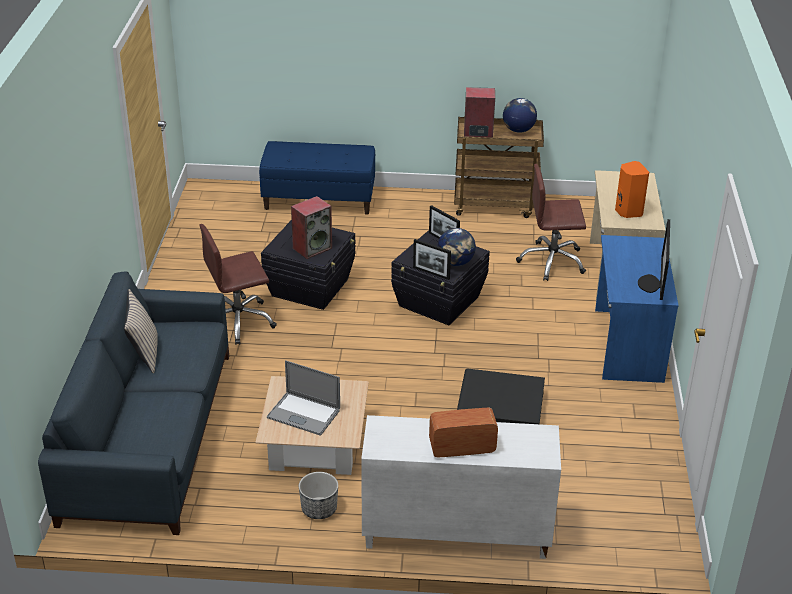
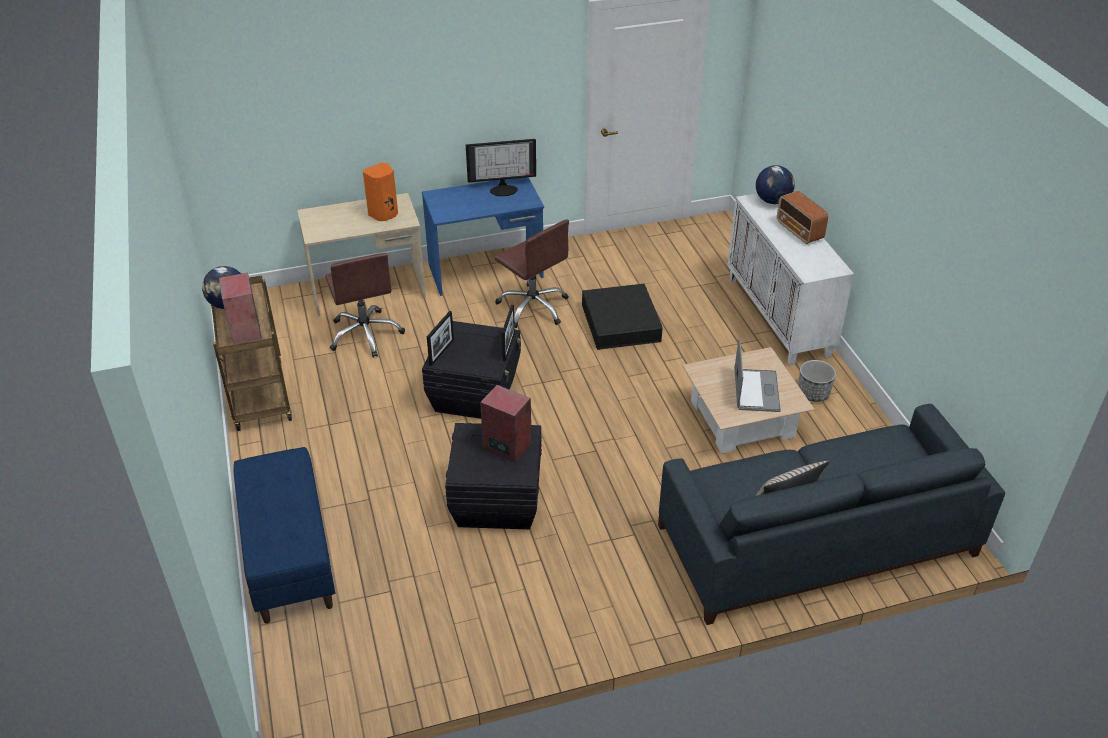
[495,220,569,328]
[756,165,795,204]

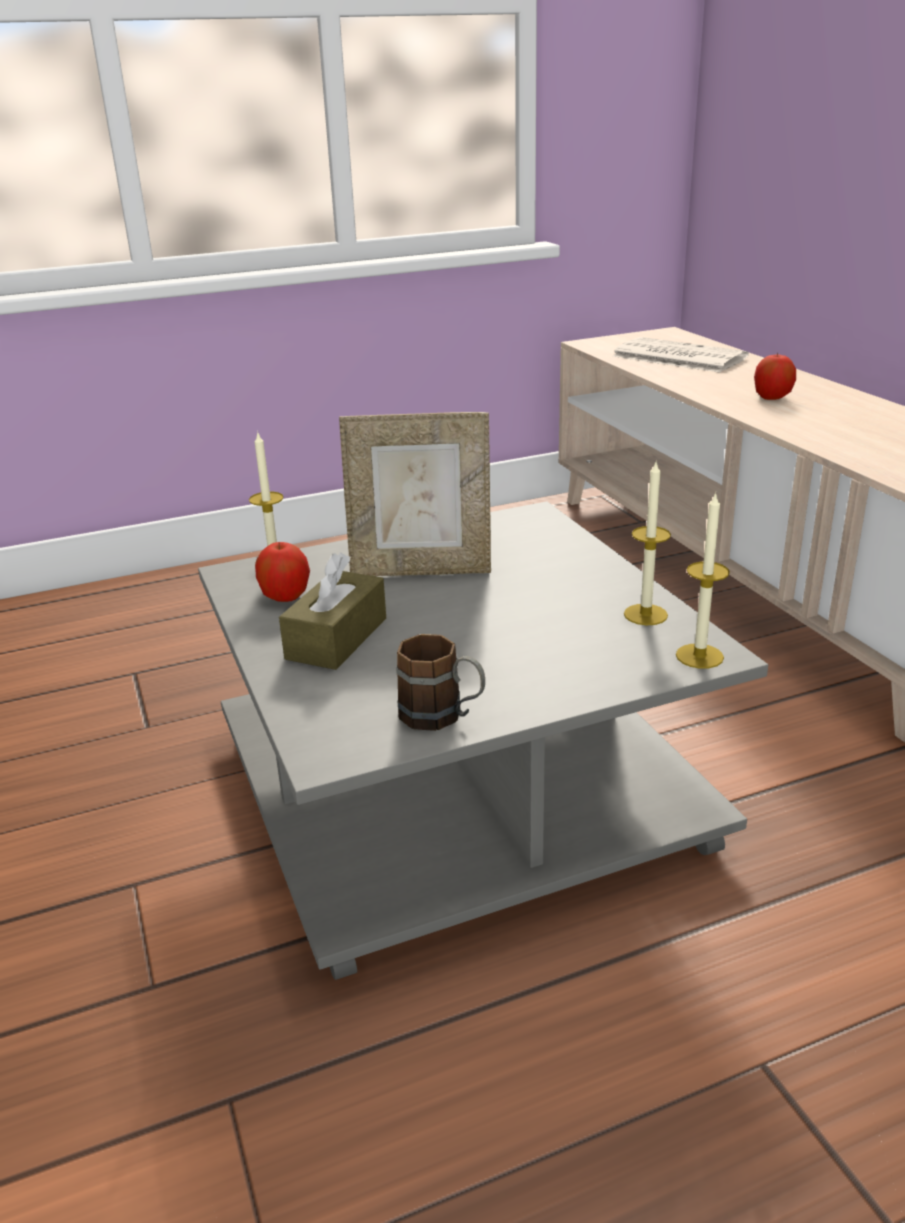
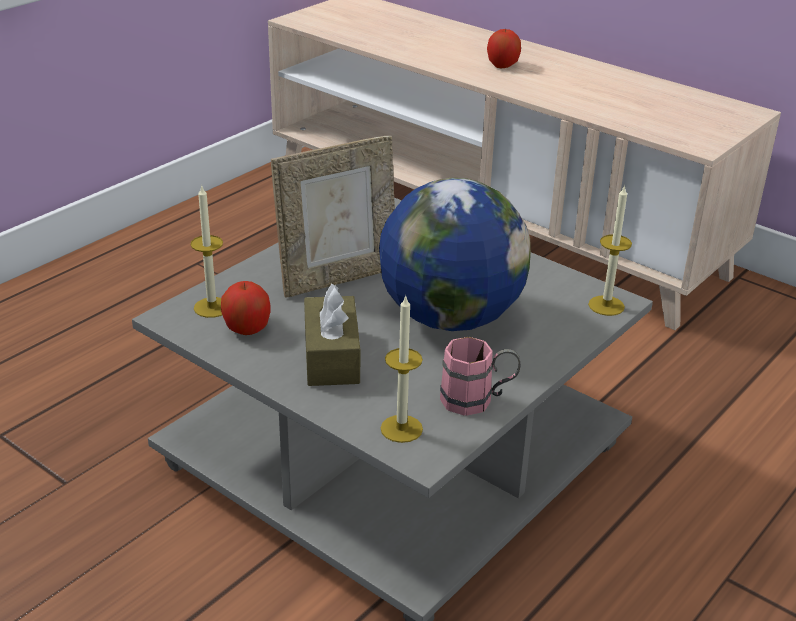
[612,337,749,372] (first image)
[379,178,531,331]
[381,295,423,443]
[440,337,520,416]

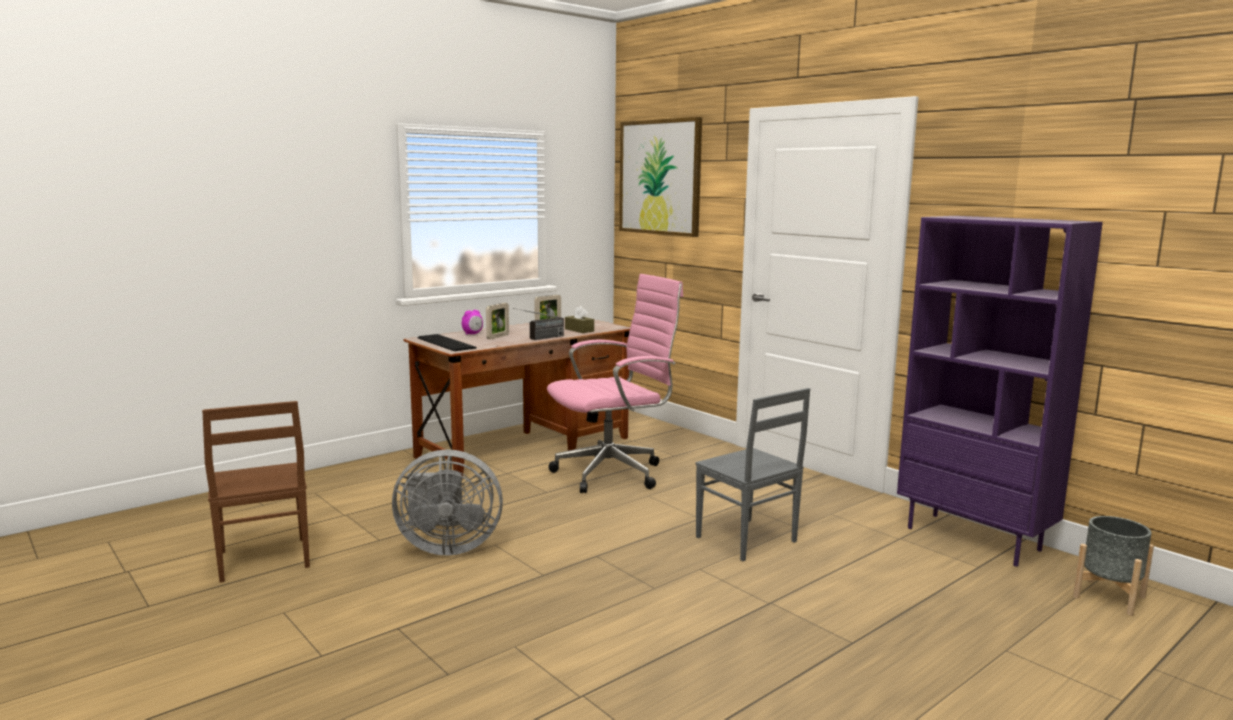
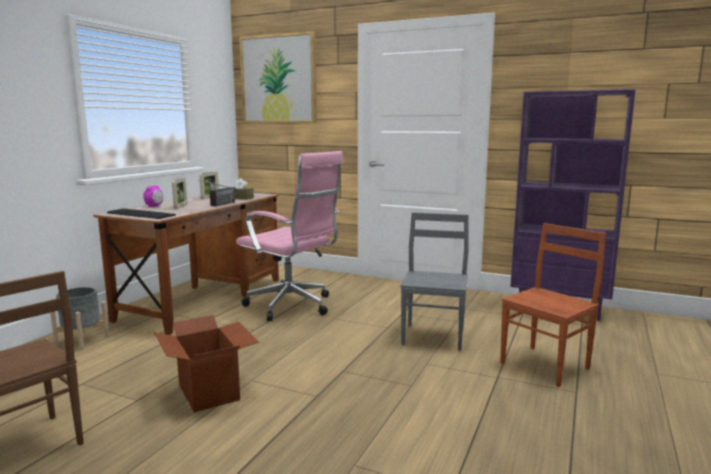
[500,223,606,387]
[50,287,109,350]
[154,315,259,412]
[236,151,344,321]
[401,212,469,351]

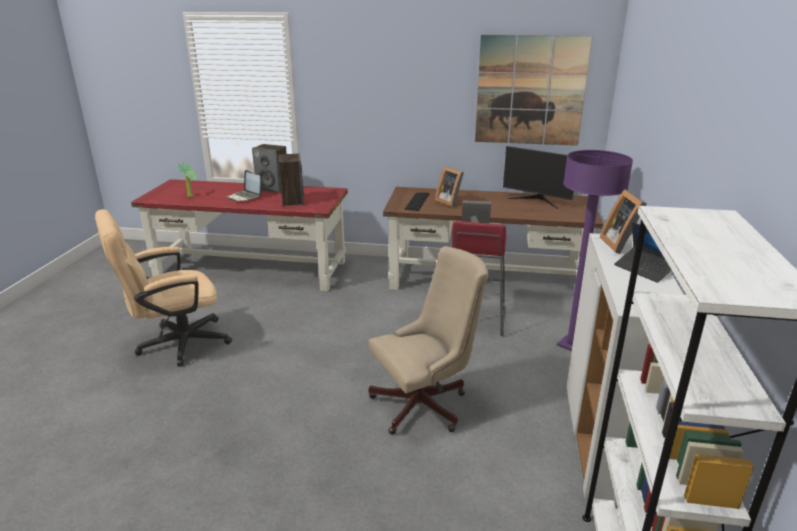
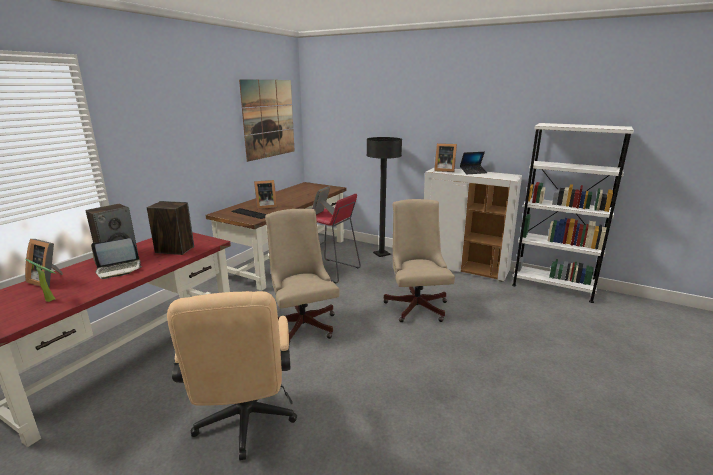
[503,146,574,209] (first image)
[25,239,63,287]
[265,209,340,344]
[366,137,402,257]

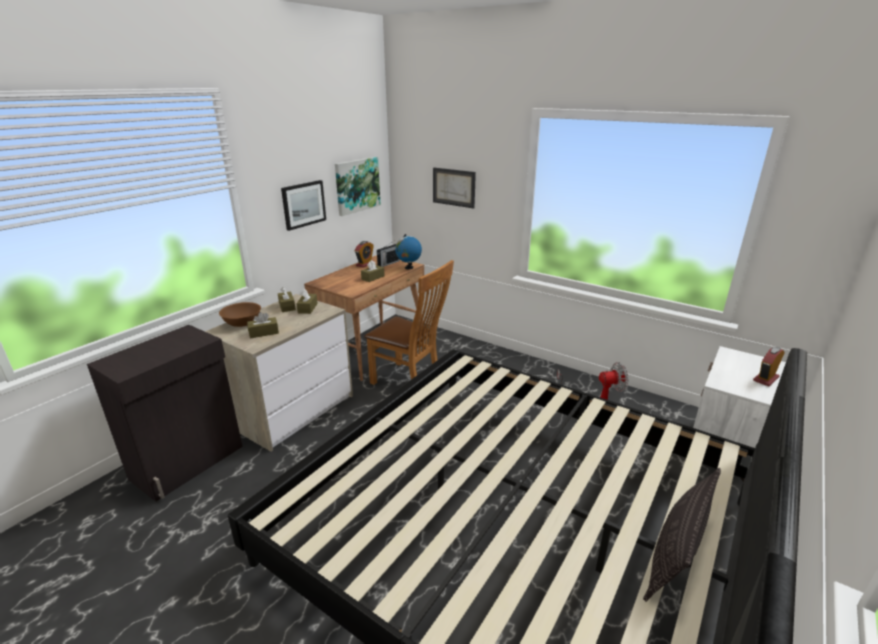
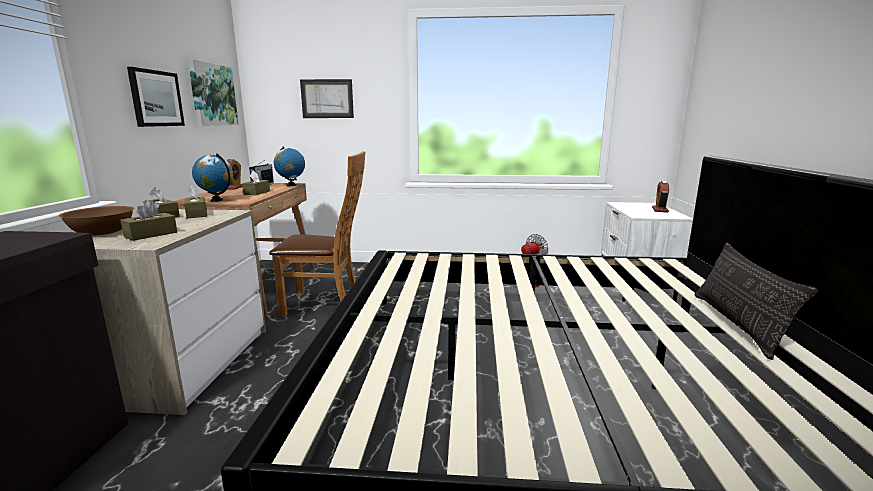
[192,153,233,202]

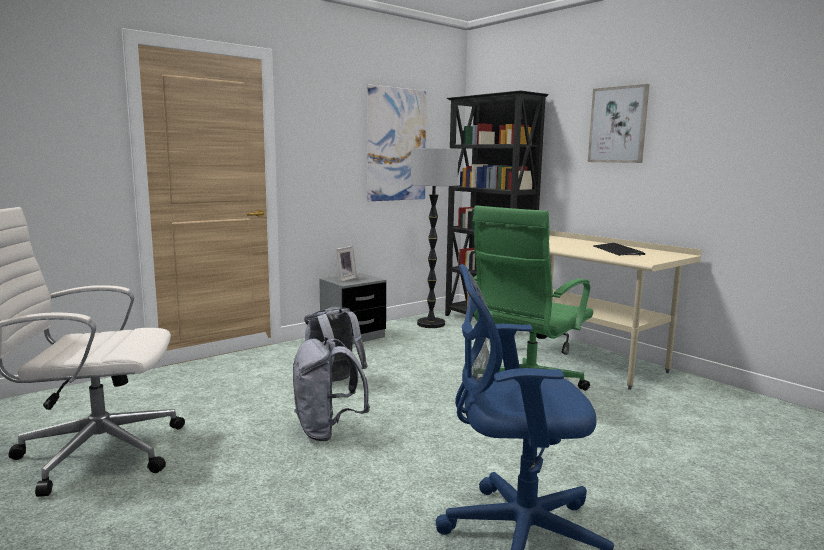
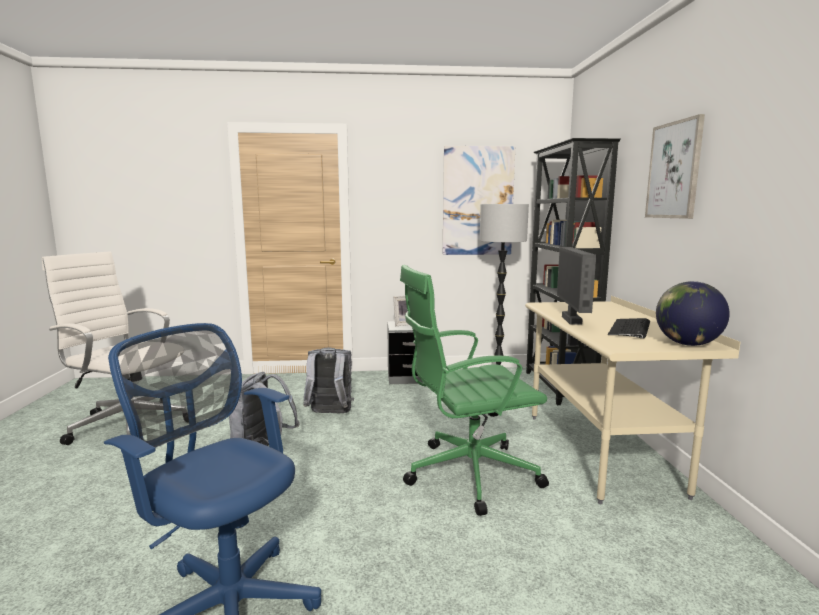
[557,247,596,325]
[656,281,730,346]

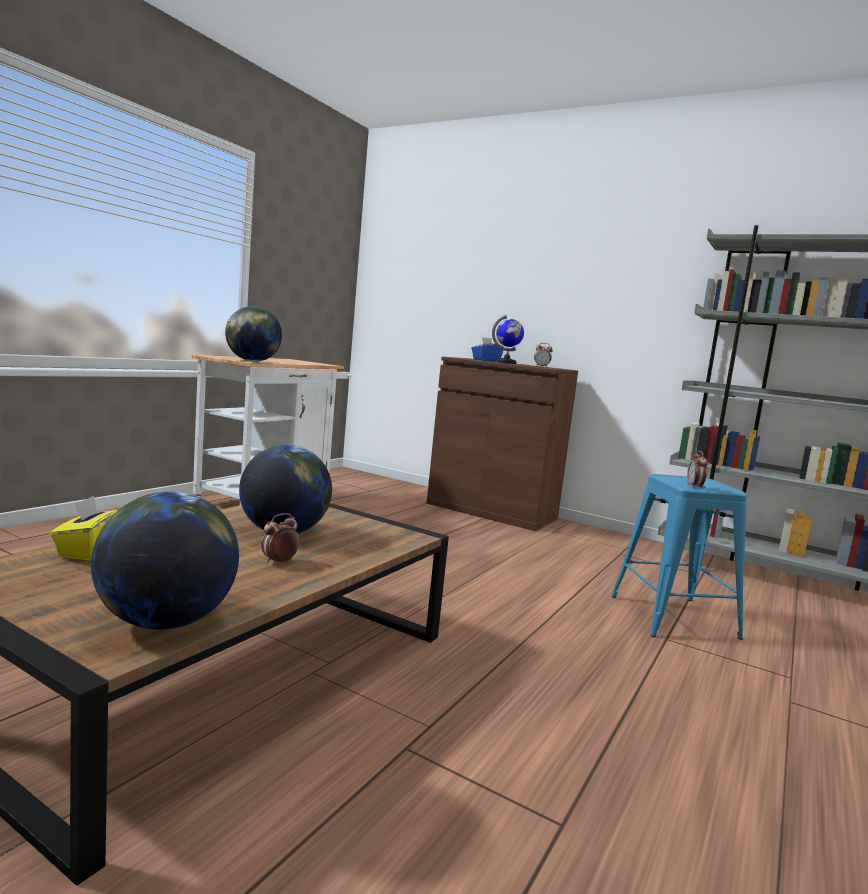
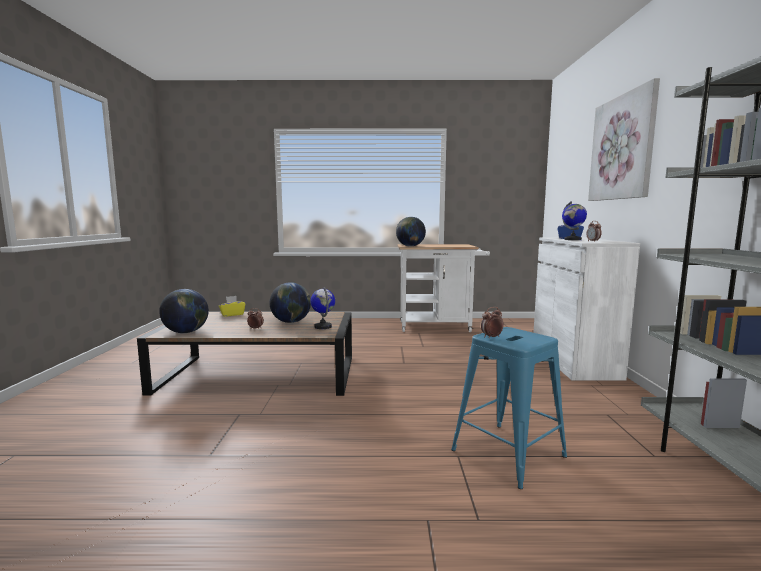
[311,287,335,329]
[588,78,660,201]
[533,237,640,381]

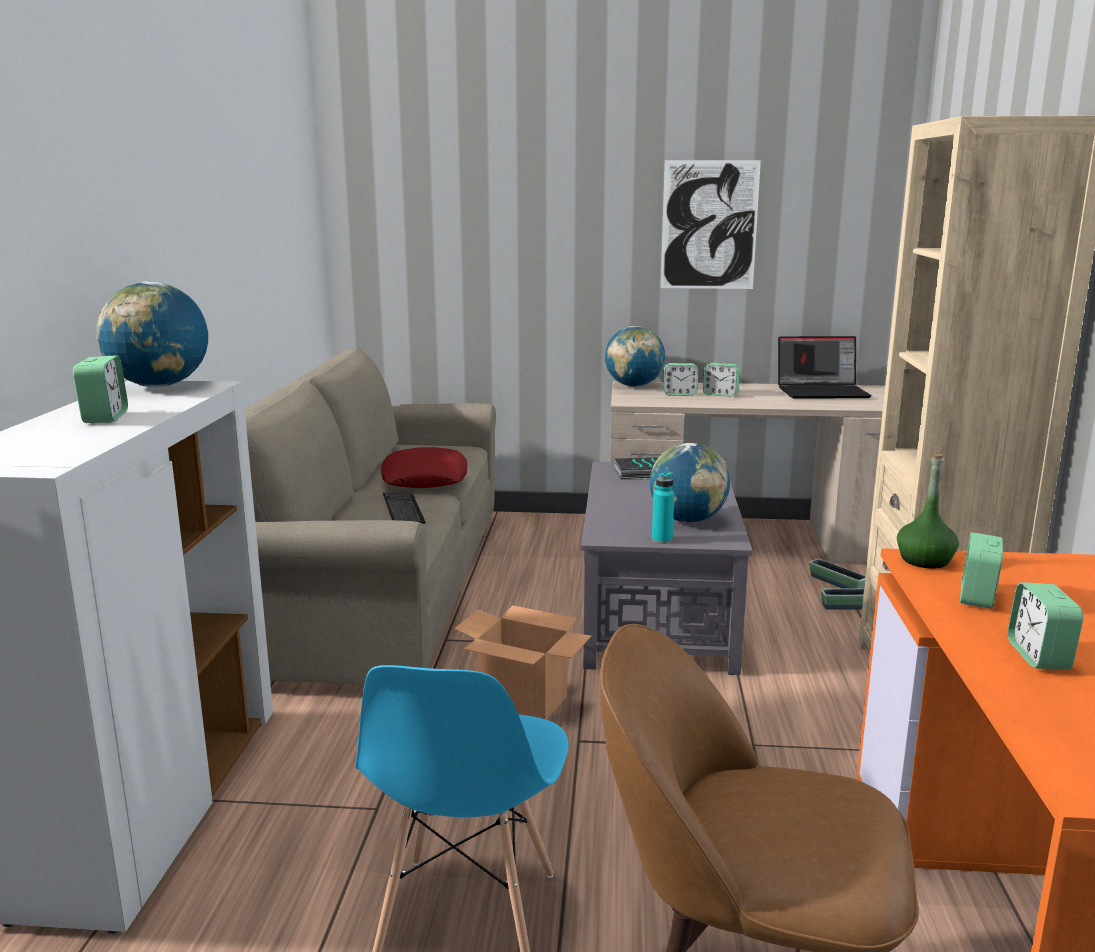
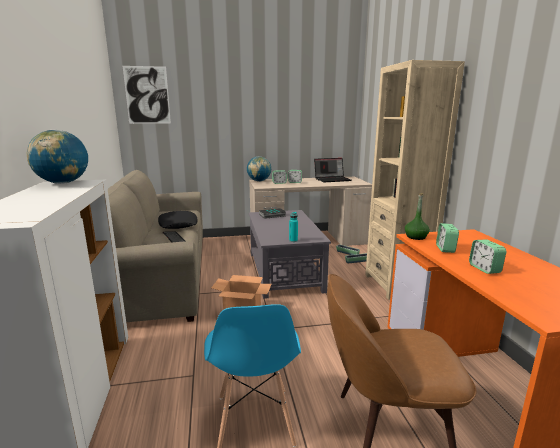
[73,356,128,423] (first image)
[650,443,730,523] (first image)
[123,66,171,124]
[158,211,197,229]

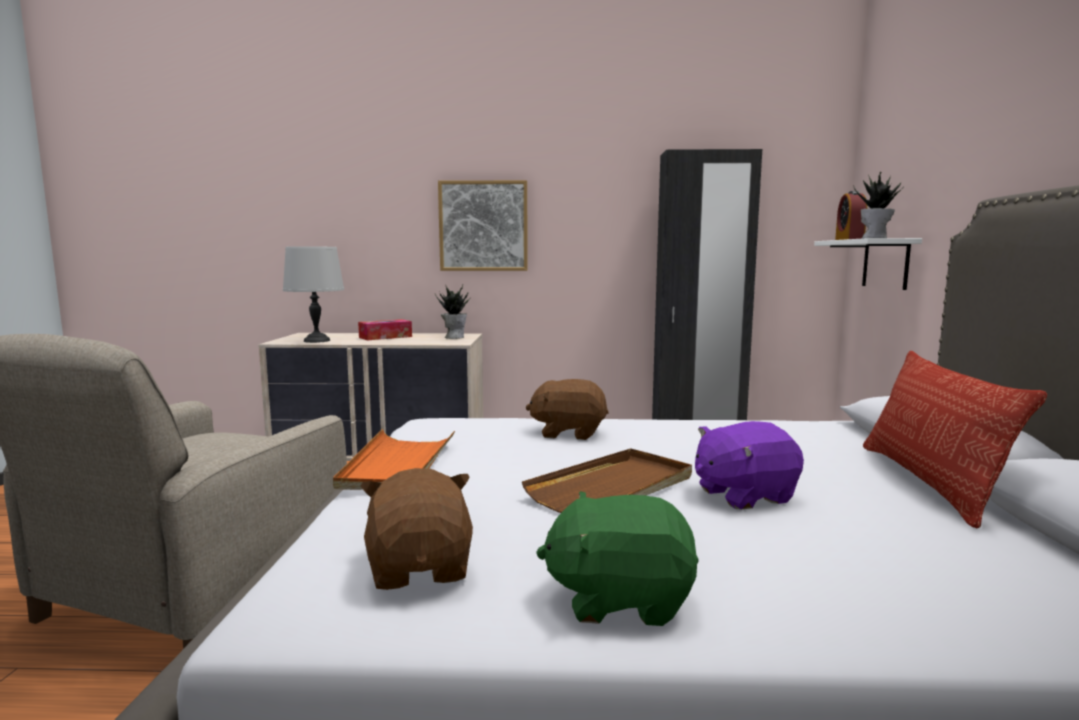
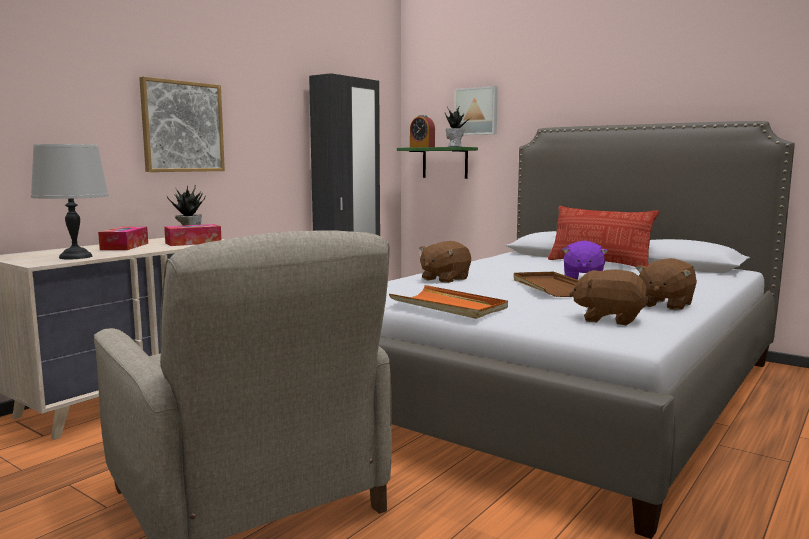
[164,224,222,246]
[454,86,498,135]
[636,258,697,311]
[397,147,478,179]

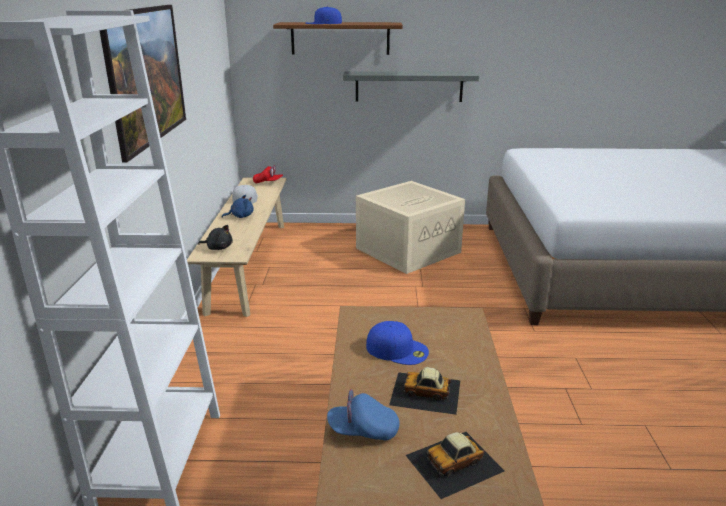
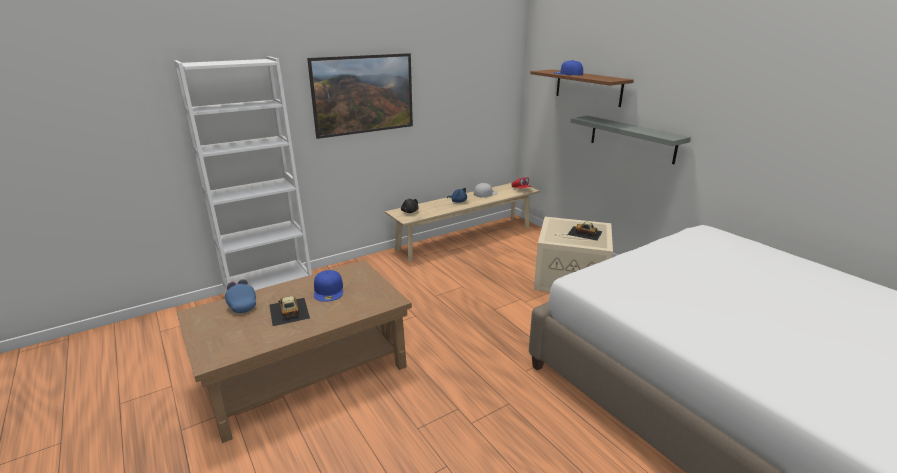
[567,221,603,241]

